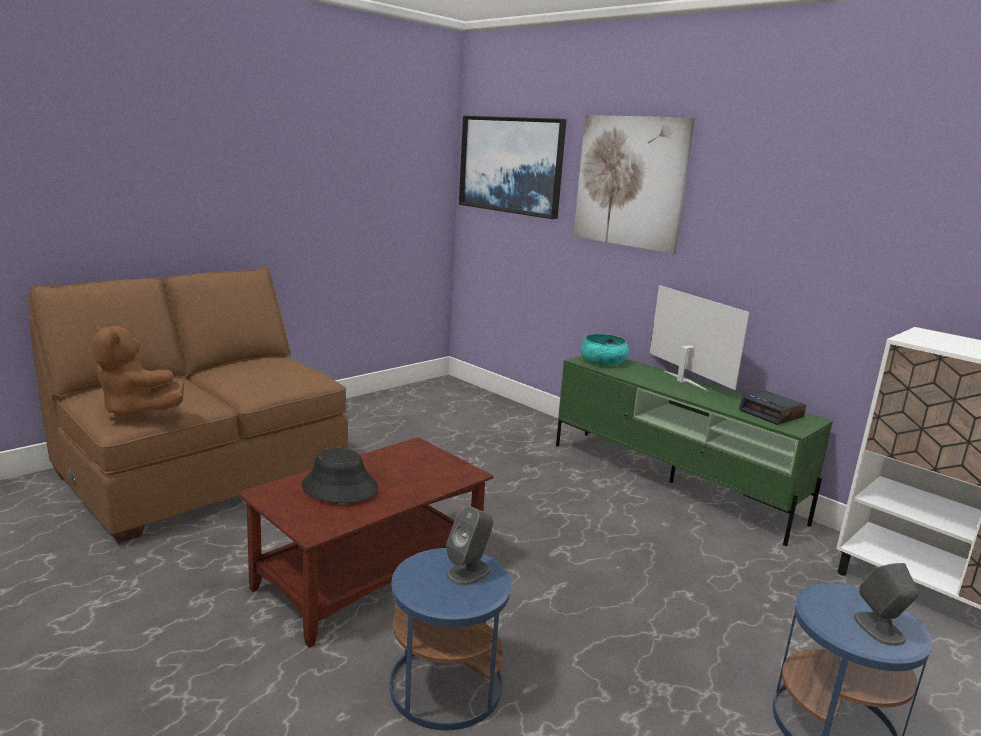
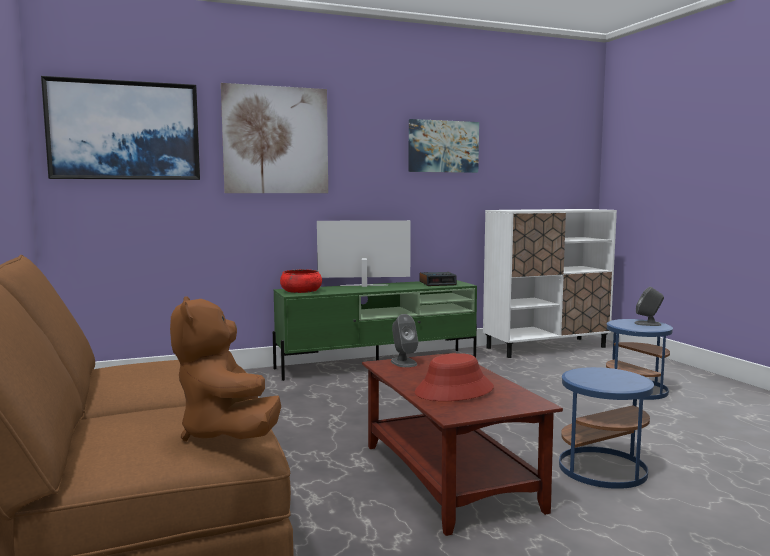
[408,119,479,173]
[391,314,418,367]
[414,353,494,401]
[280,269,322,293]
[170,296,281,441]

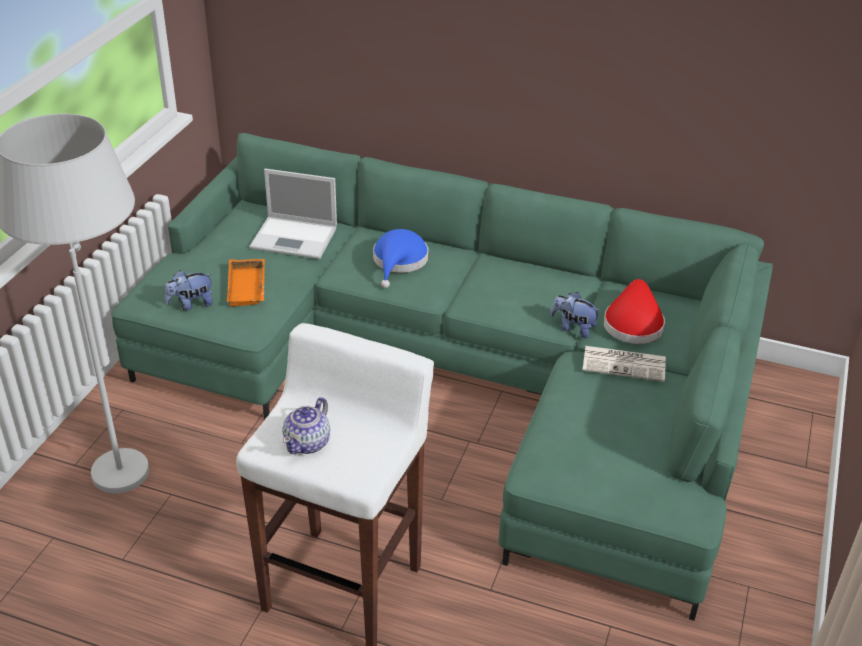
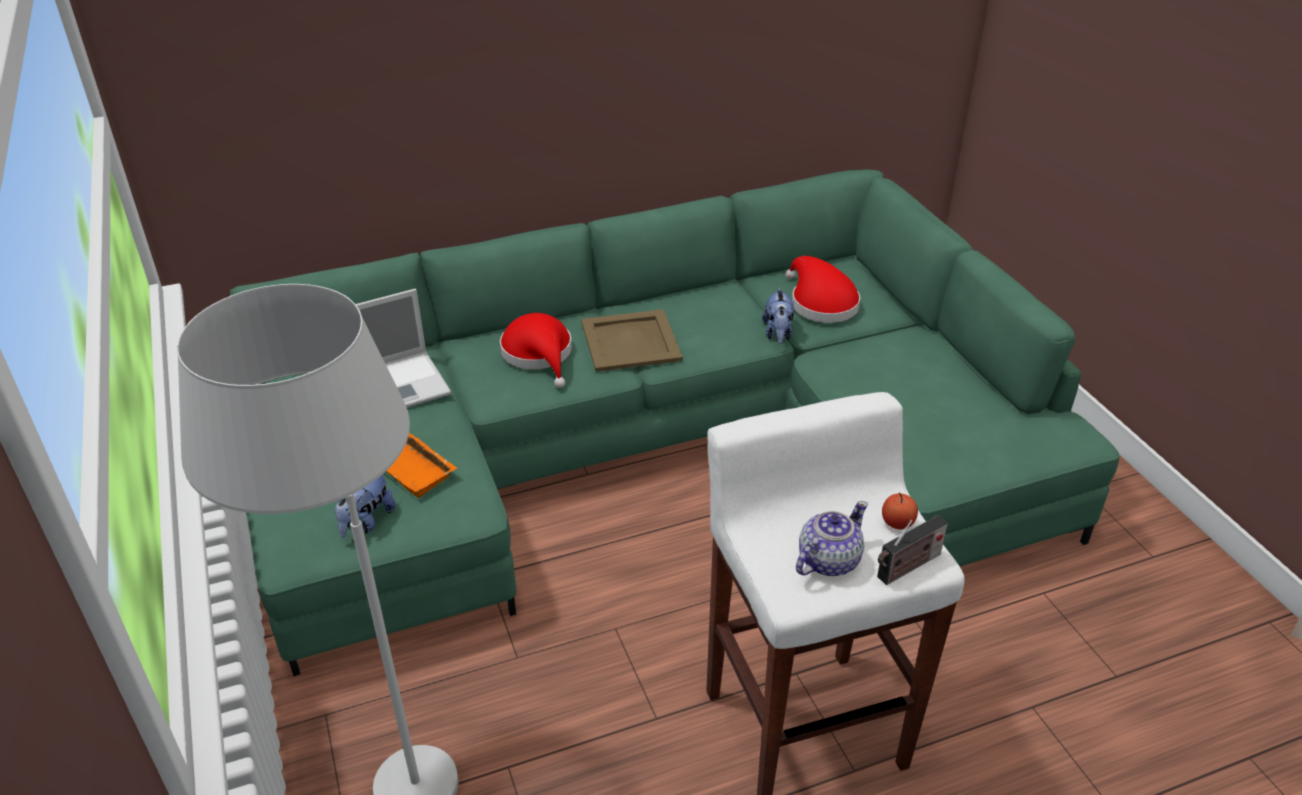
[583,346,666,382] (first image)
[581,309,683,372]
[877,515,948,585]
[882,492,918,529]
[500,313,572,388]
[796,501,868,576]
[762,288,794,344]

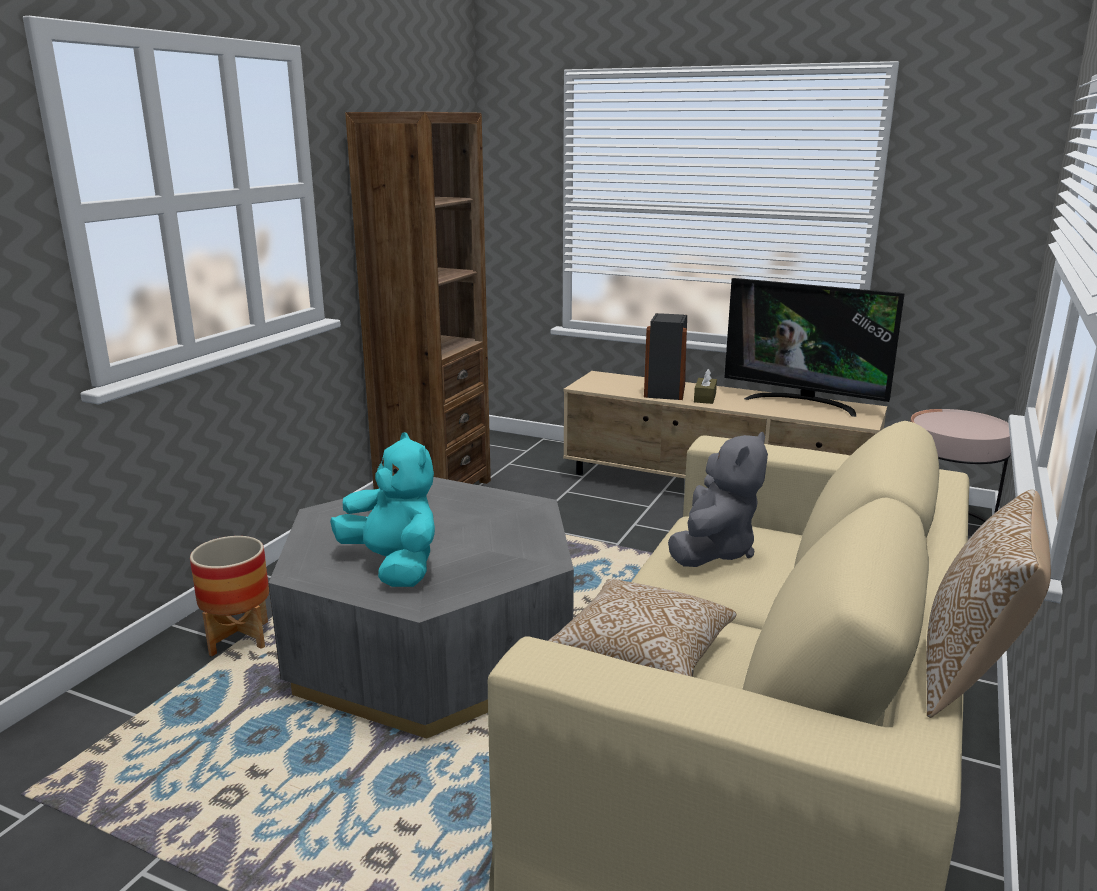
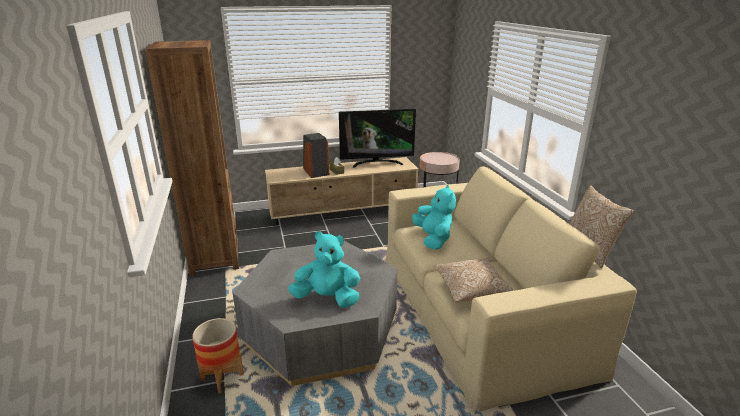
[412,185,456,250]

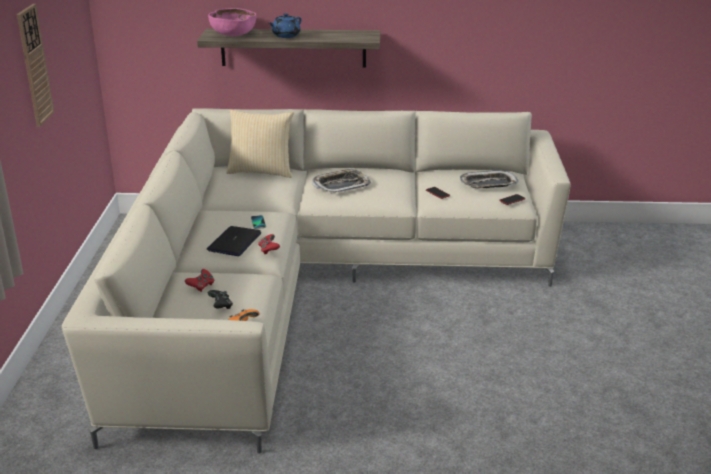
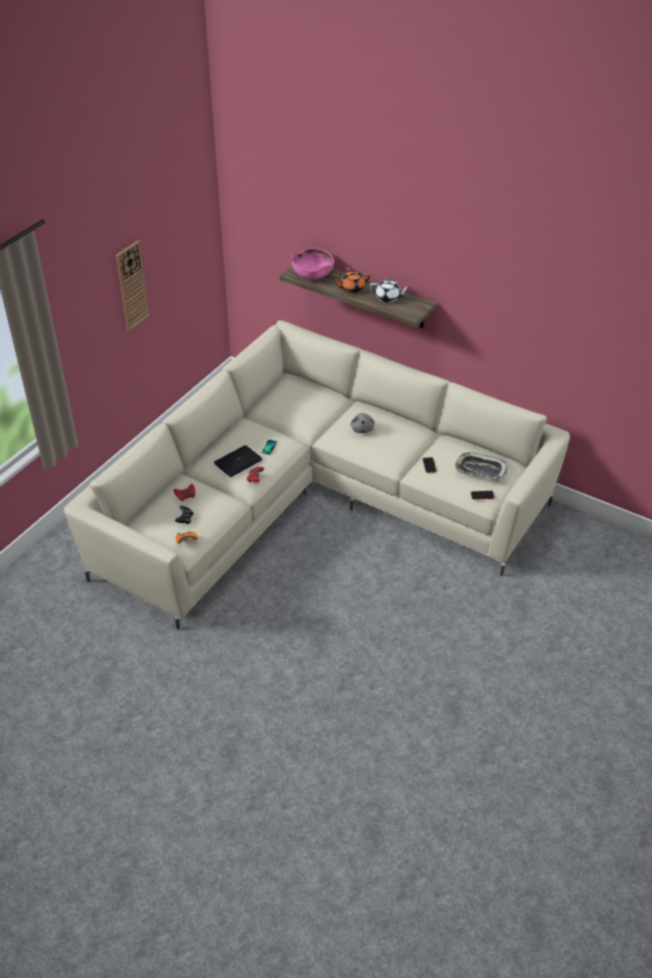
[226,109,294,178] (first image)
[370,279,410,303]
[350,413,375,433]
[333,270,371,293]

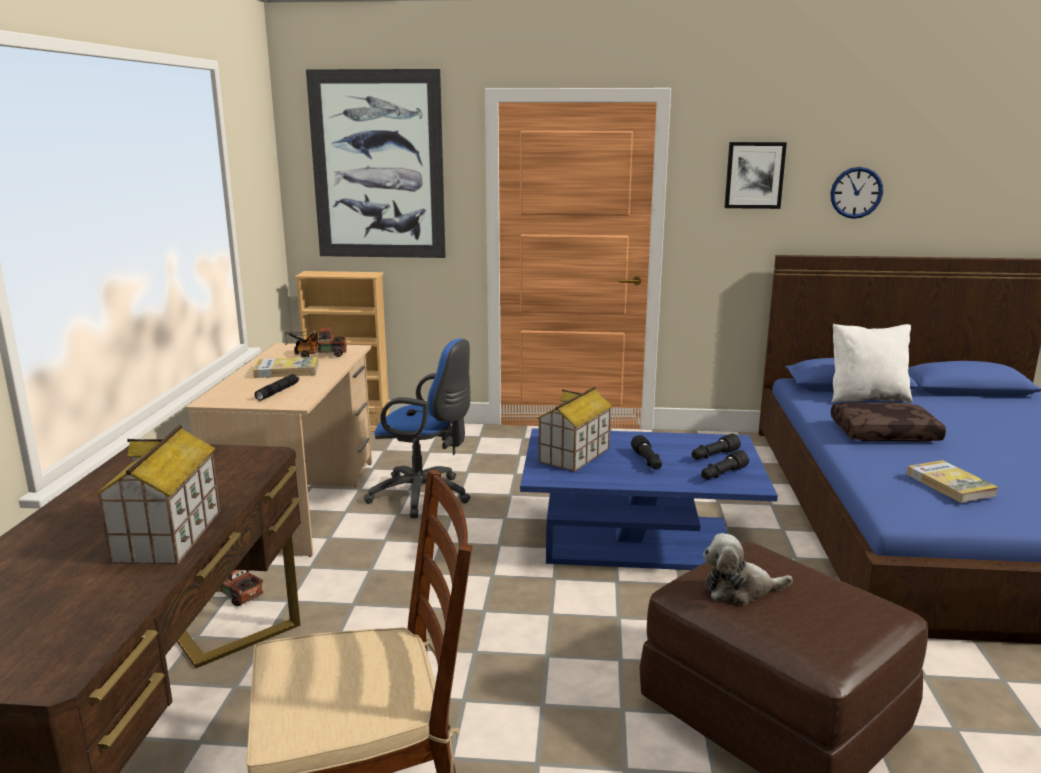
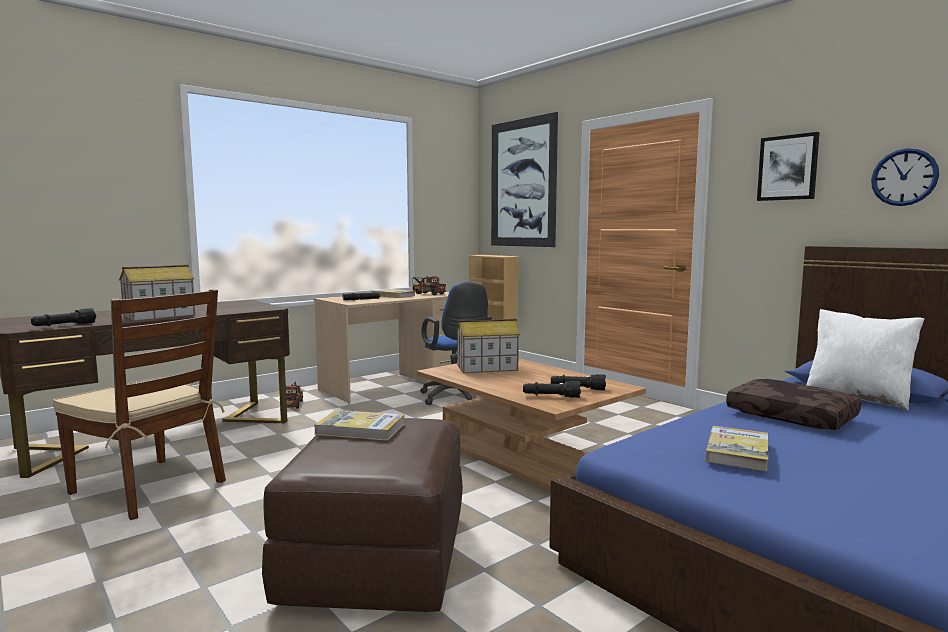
[31,308,96,326]
[314,410,404,441]
[417,358,646,492]

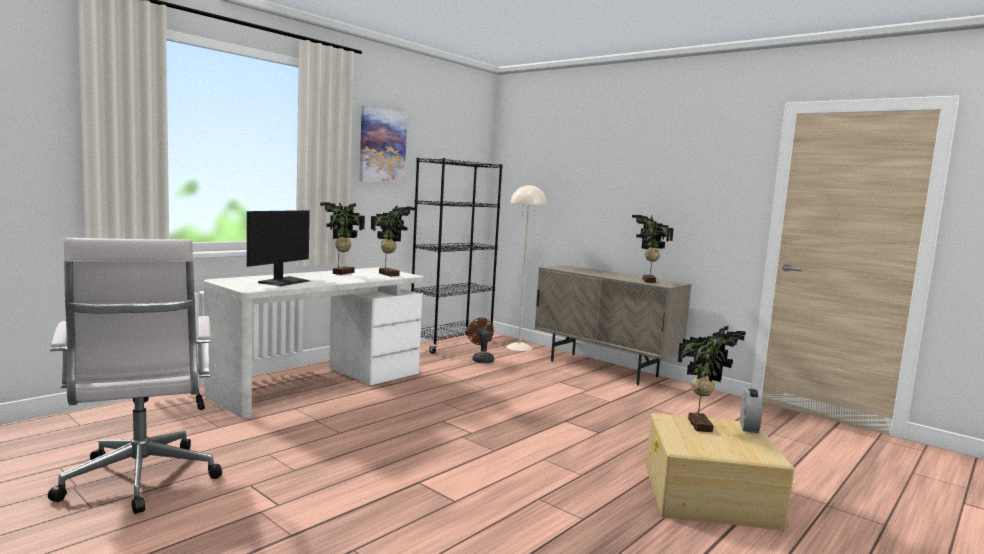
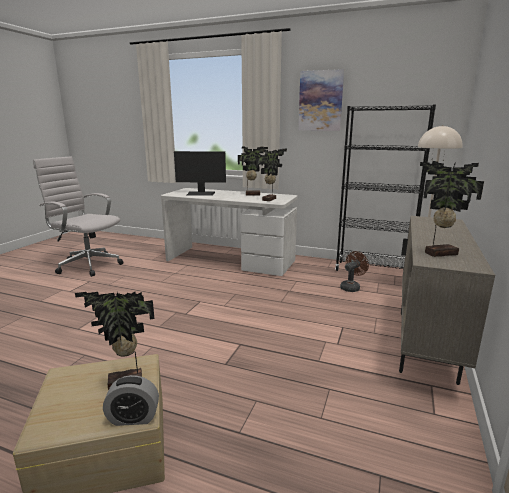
[33,156,124,277]

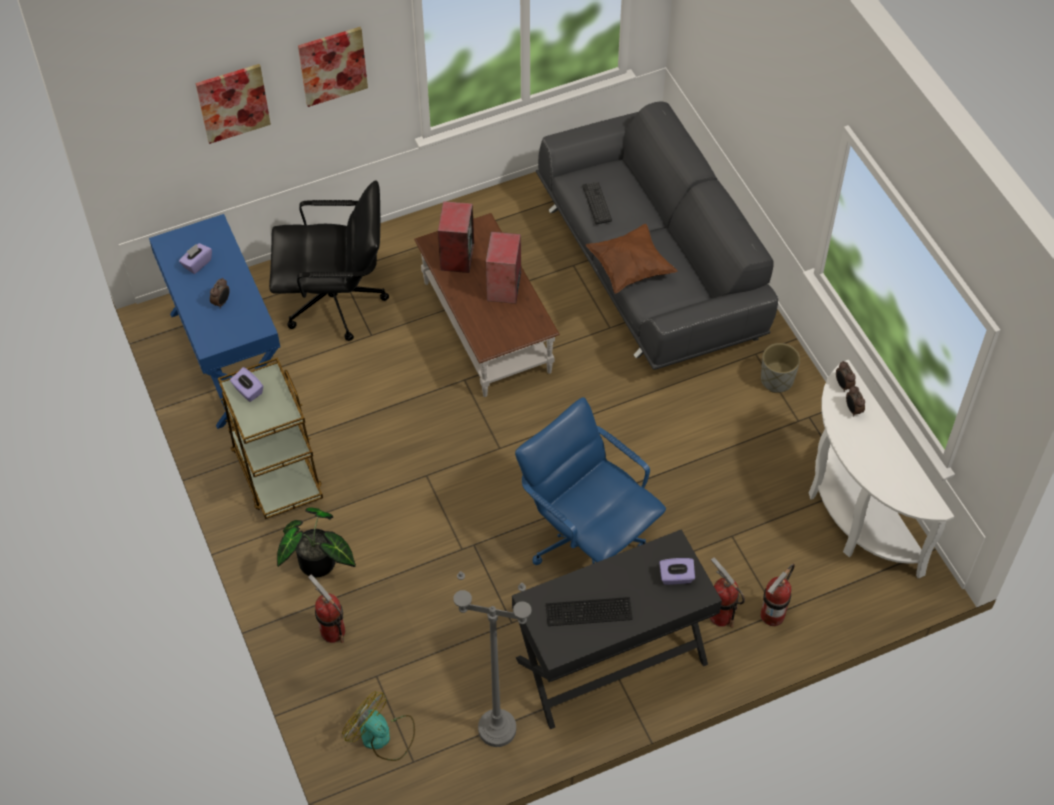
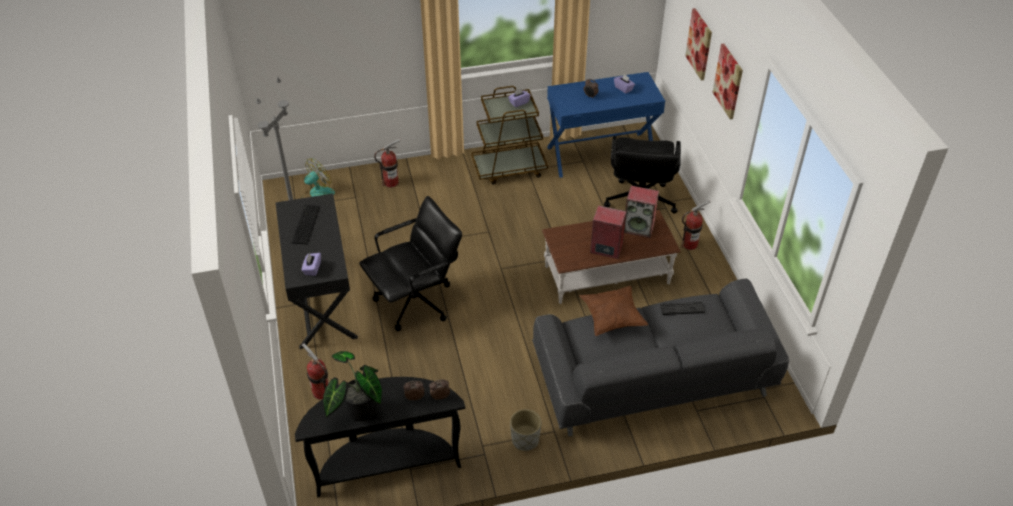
[323,351,382,421]
[681,200,711,250]
[359,196,462,331]
[295,377,465,497]

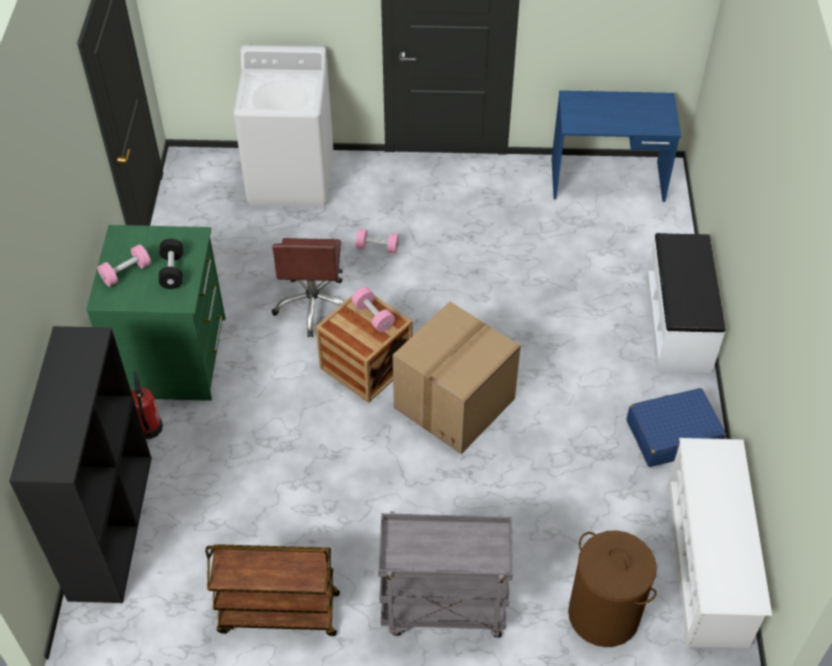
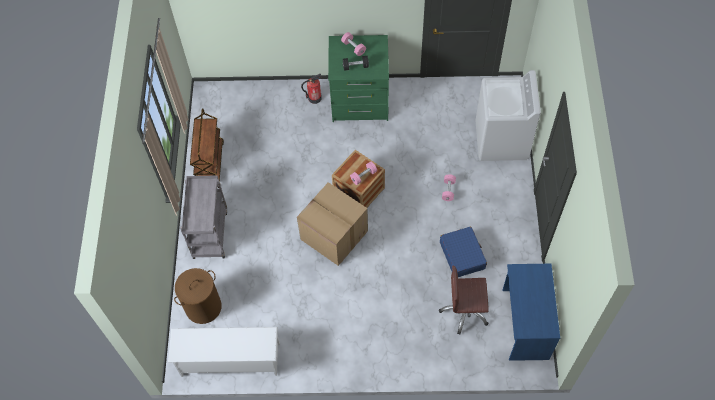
[9,326,152,603] (first image)
[646,233,725,373] (first image)
[439,266,489,334]
[440,227,487,277]

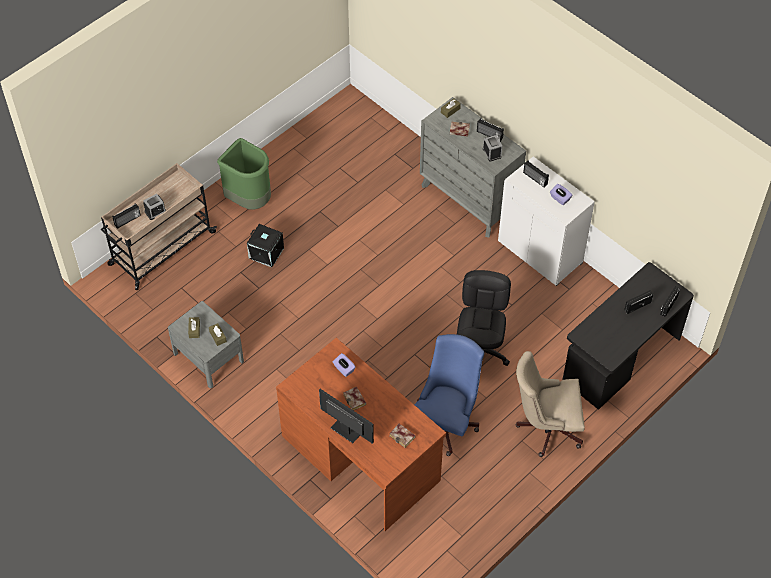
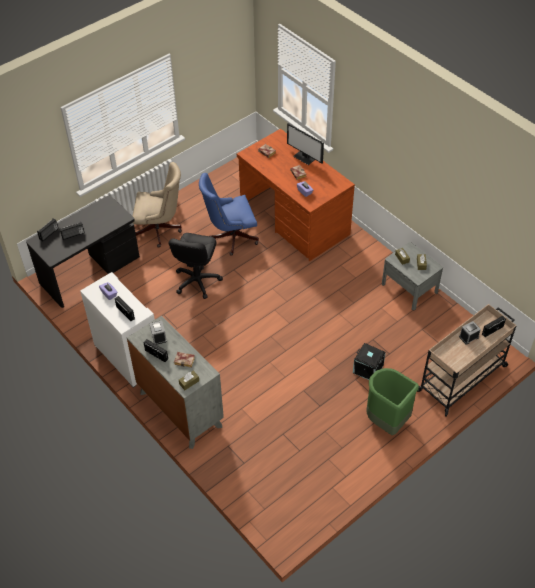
[199,173,259,256]

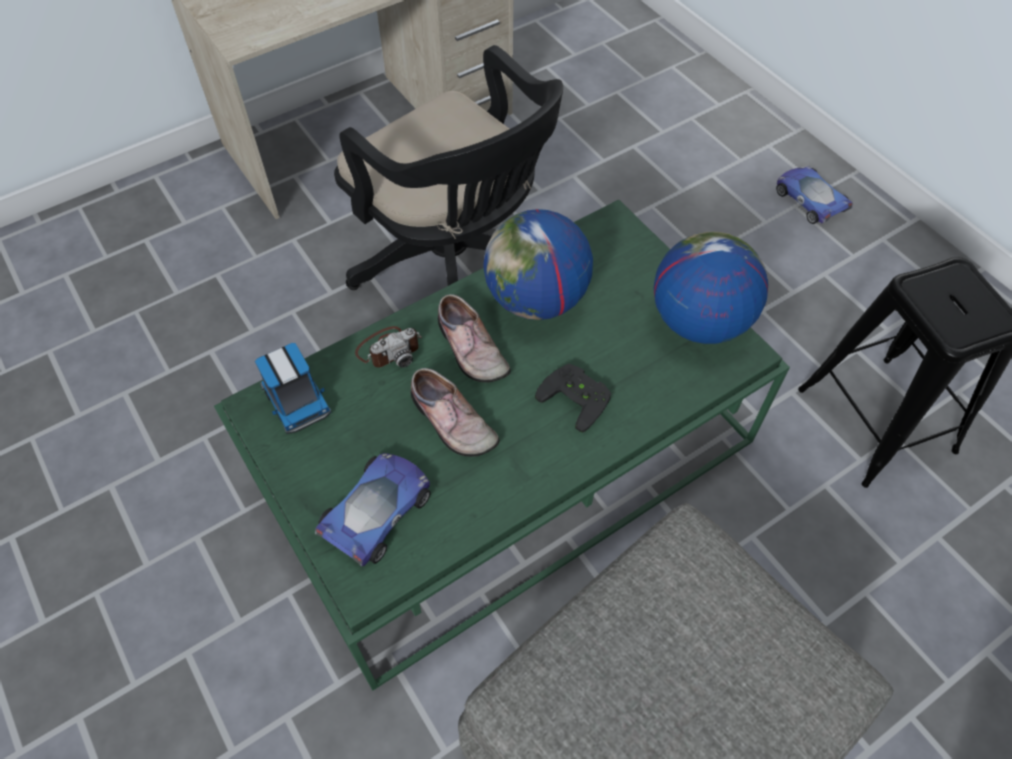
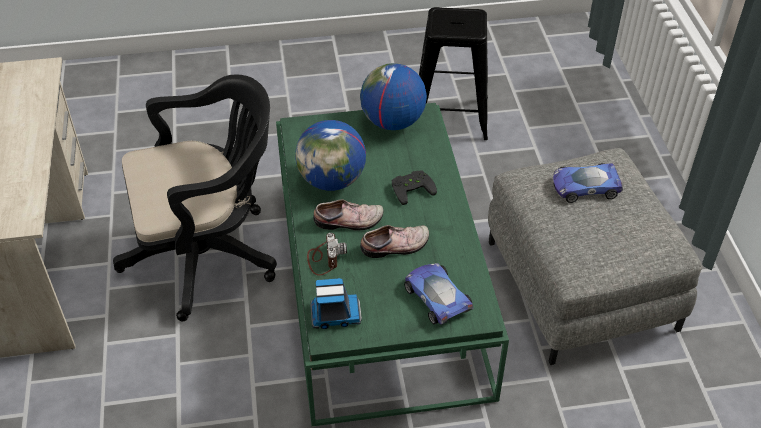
[553,163,623,203]

